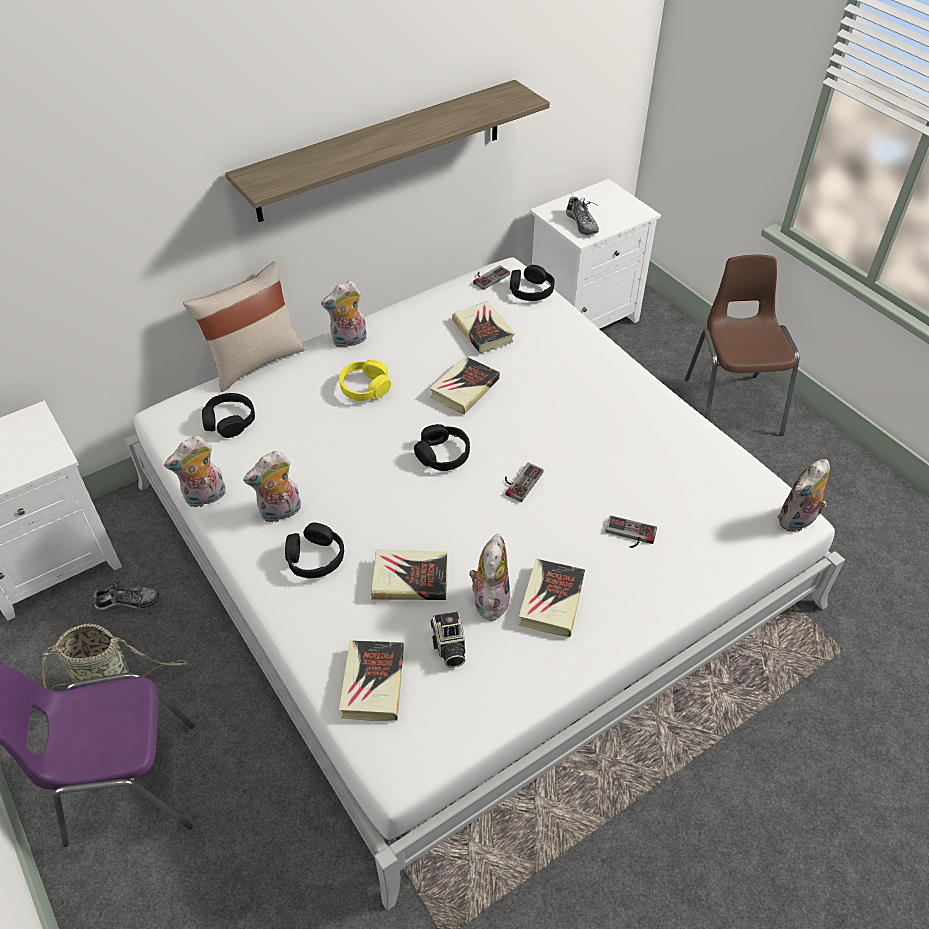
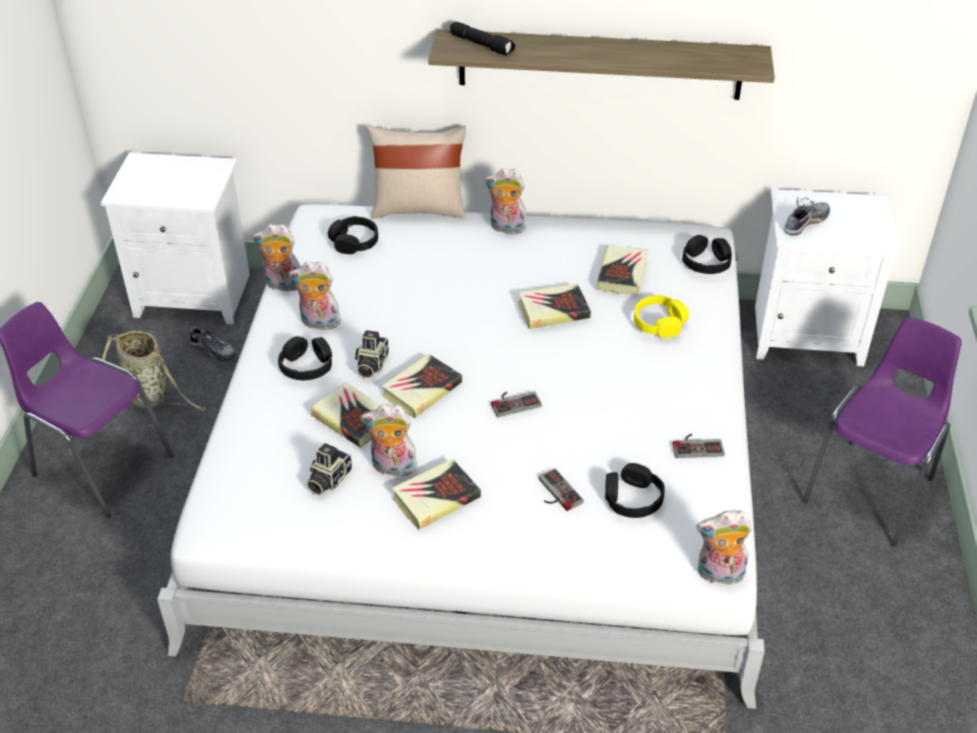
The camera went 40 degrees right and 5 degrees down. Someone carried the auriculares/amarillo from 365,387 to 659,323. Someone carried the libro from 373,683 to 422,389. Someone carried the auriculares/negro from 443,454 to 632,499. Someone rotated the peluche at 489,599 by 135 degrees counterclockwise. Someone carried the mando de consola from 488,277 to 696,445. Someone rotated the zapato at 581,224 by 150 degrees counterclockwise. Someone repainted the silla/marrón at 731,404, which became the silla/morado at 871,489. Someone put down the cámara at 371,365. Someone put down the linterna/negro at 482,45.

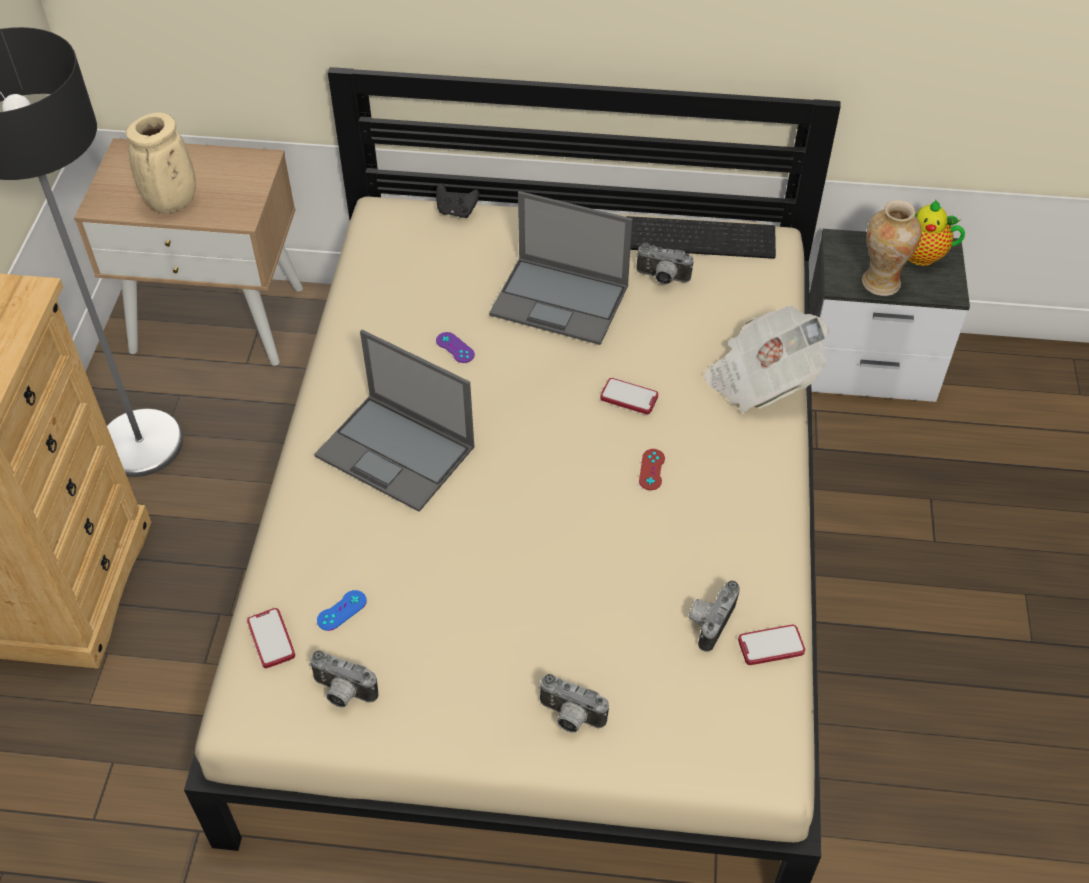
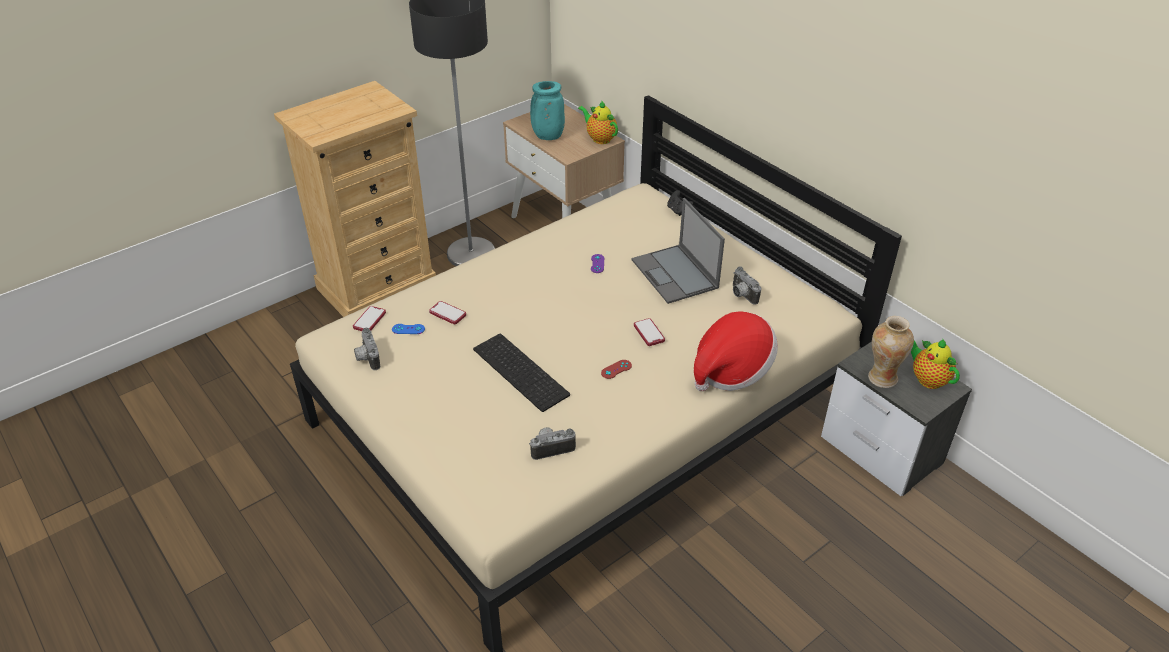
The camera went 45 degrees right and 10 degrees down. Someone repainted the florero/beis at 172,204, which became the florero/turquesa at 547,137. Someone took away the portátil at 397,452. Someone took away the cámara at 569,718. Someone carried the teclado from 701,236 to 523,371. Someone swapped the periódico at 761,379 for the sombrero at 731,370. Someone carried the móvil from 771,646 to 447,313. Someone put down the tetera at 599,138.

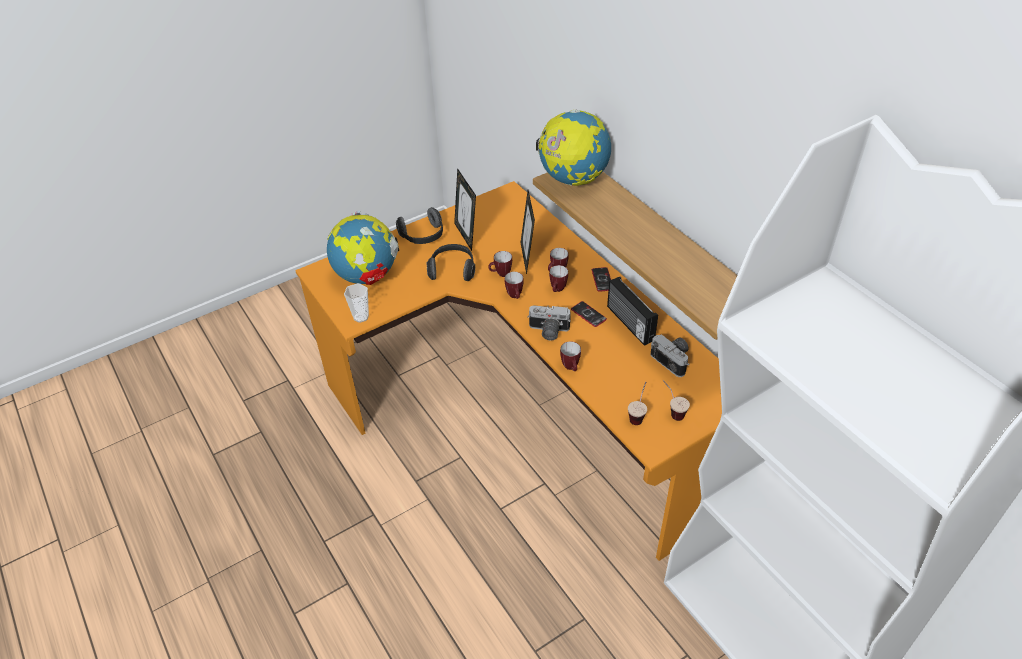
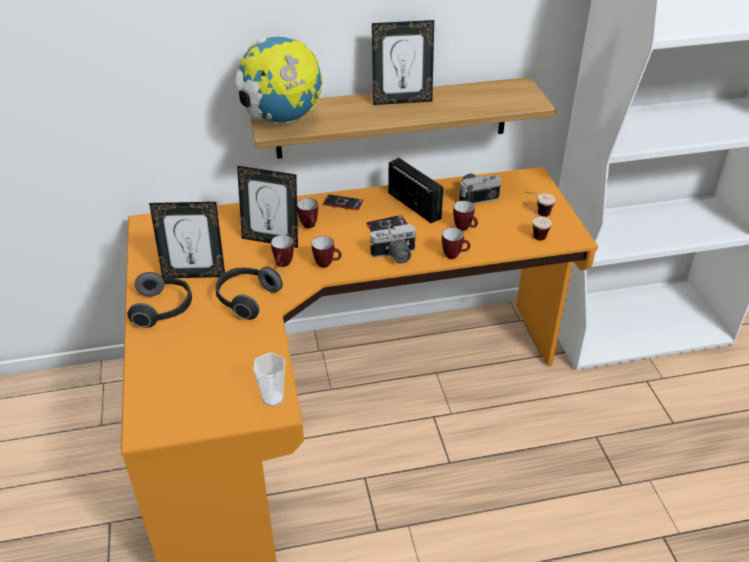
The camera went 70 degrees left and 5 degrees down. Someone took away the globo terráqueo at 367,276. Someone rotated the cámara at 548,331 by 45 degrees clockwise. Someone carried the taza grande from 558,290 to 465,229. Someone rotated the radio at 629,324 by 120 degrees counterclockwise. Someone put down the portarretratos at 402,100.

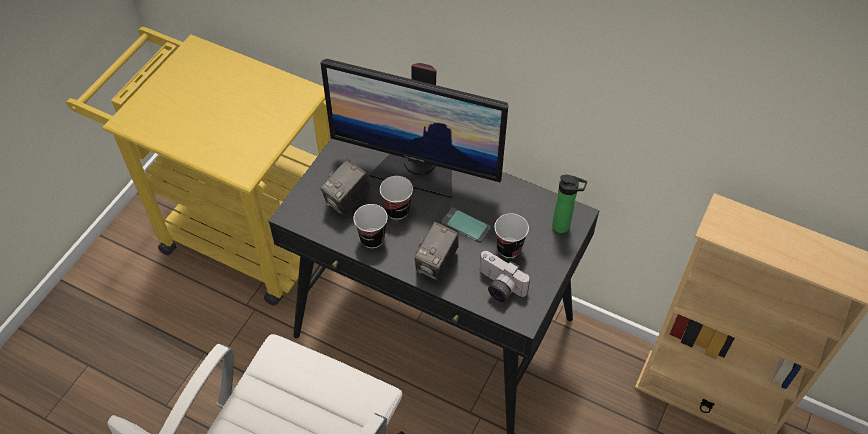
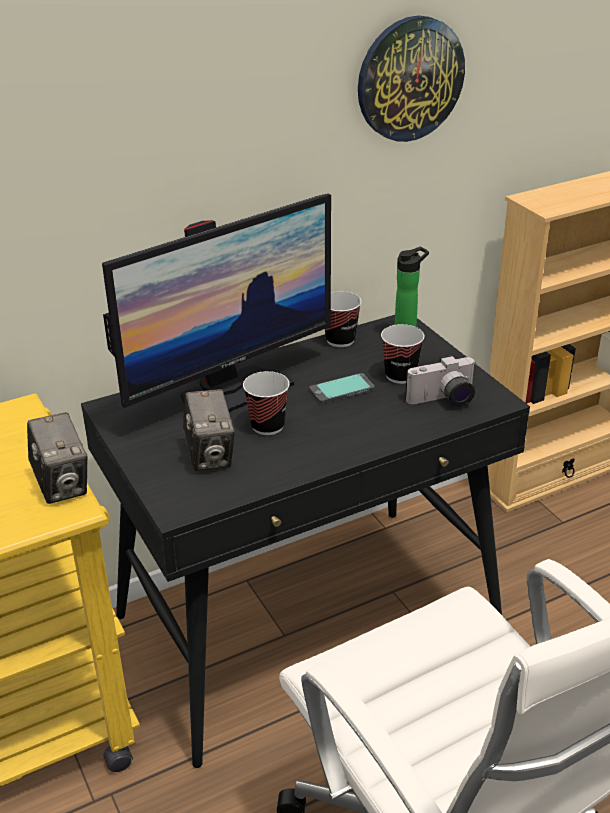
The camera went 55 degrees left and 20 degrees down. Someone carried the taza from 372,238 to 340,340. Someone carried the cámara from 436,264 to 62,485. Someone put up the reloj de pared at 409,79.

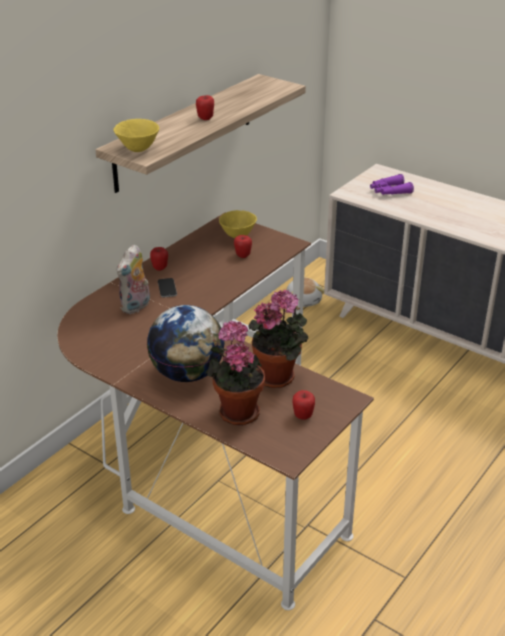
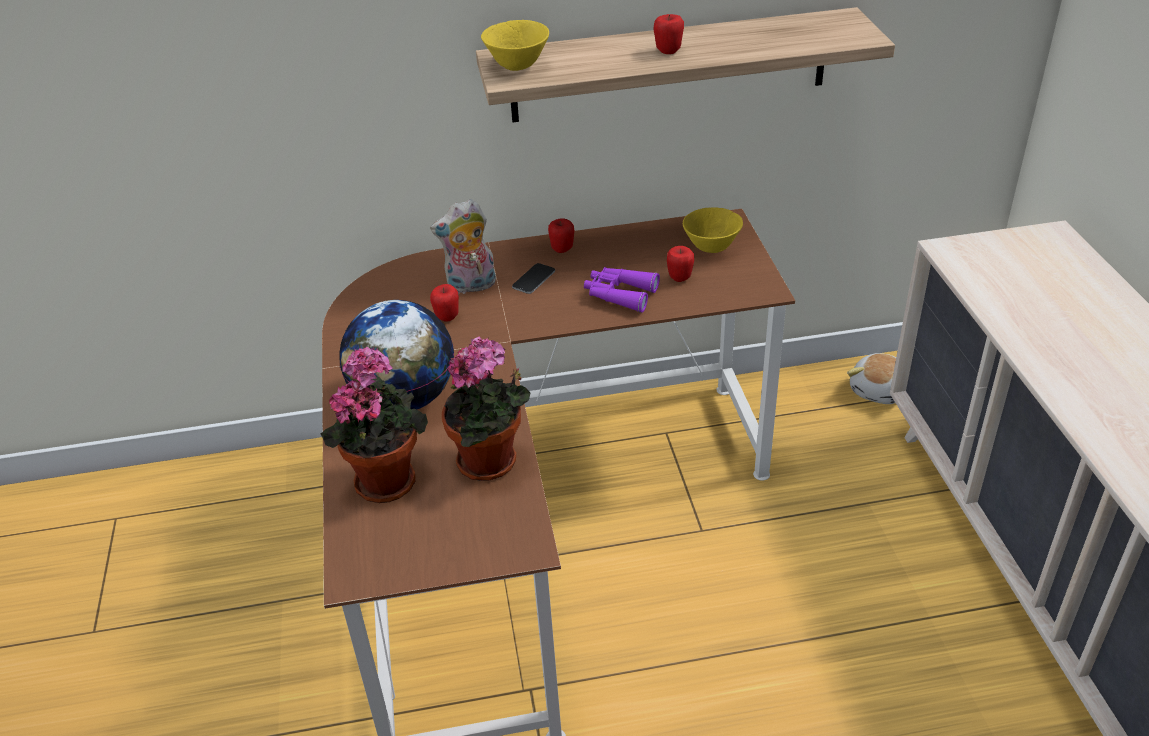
The camera went 45 degrees right and 5 degrees up. Someone carried the manzana from 303,416 to 447,317. Someone carried the prismáticos/morado from 389,191 to 619,294.

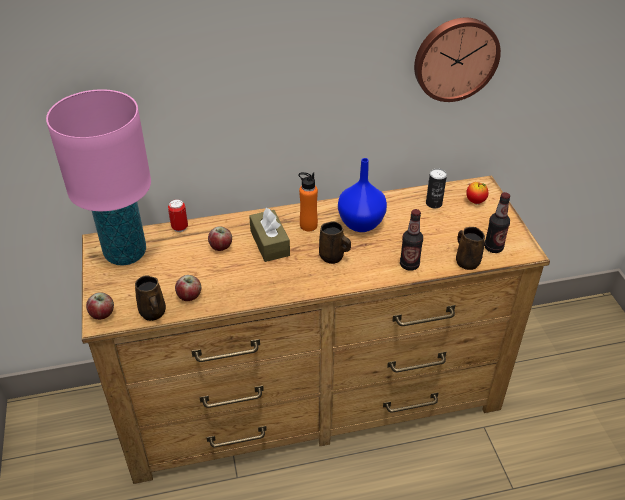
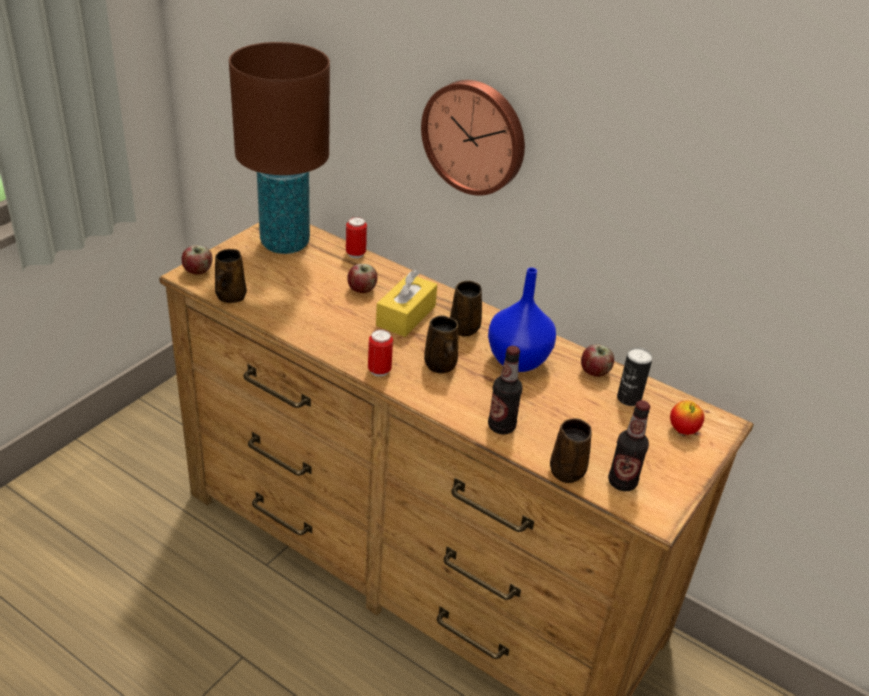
The camera went 45 degrees right and 5 degrees down. Someone repainted the lámpara de mesa/rosa at 125,253, which became the lámpara de mesa/marrón at 284,243. Someone carried the manzana from 190,296 to 595,372. Someone repainted the caja de pañuelos/marrón at 270,243, which became the caja de pañuelos/amarillo at 406,316. Someone swapped the botella/naranja at 308,225 for the taza grande/marrón at 465,327. Someone carried the reloj de pared from 455,58 to 475,136. Someone put down the lata at 379,370.

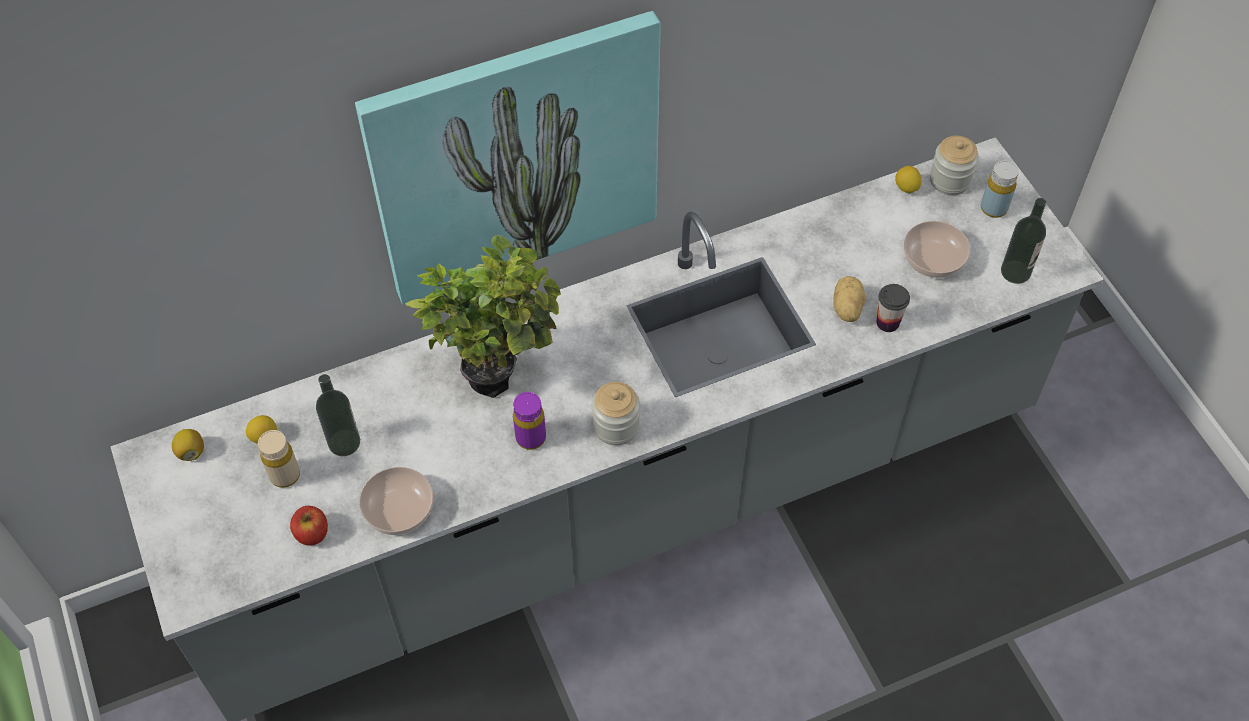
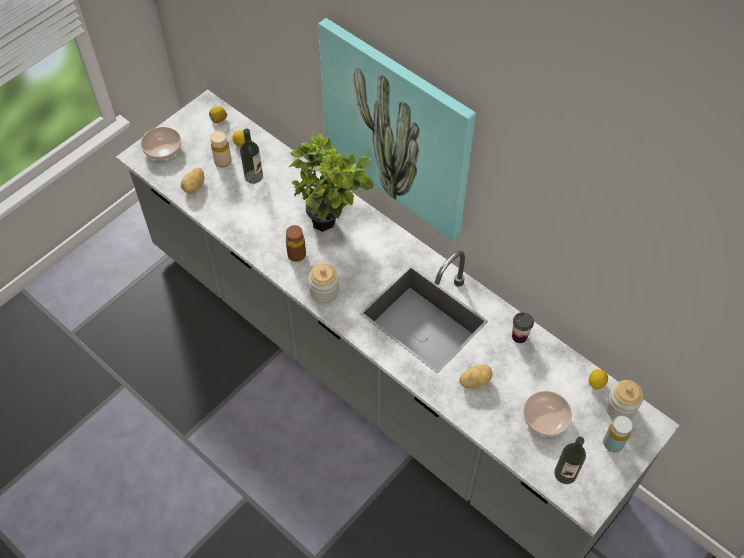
The camera went 65 degrees right and 0 degrees up. Someone swapped the manzana at 312,533 for the patata at 195,187. Someone carried the cuenco from 399,510 to 162,150. Someone repainted the botella/morado at 530,437, which became the botella/marrón at 296,255. Someone carried the taza from 887,322 to 519,336.

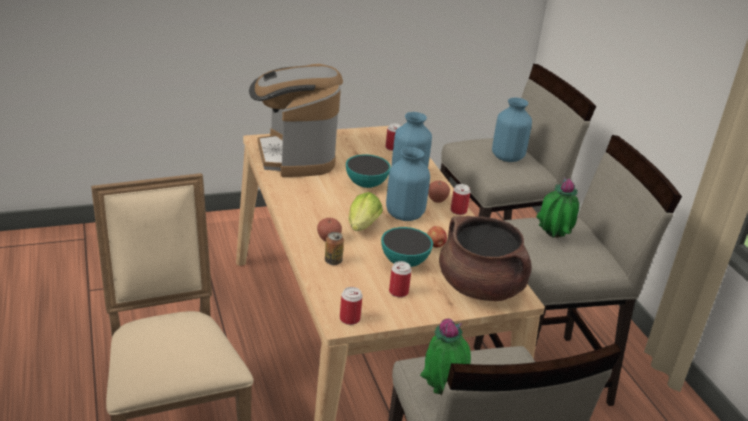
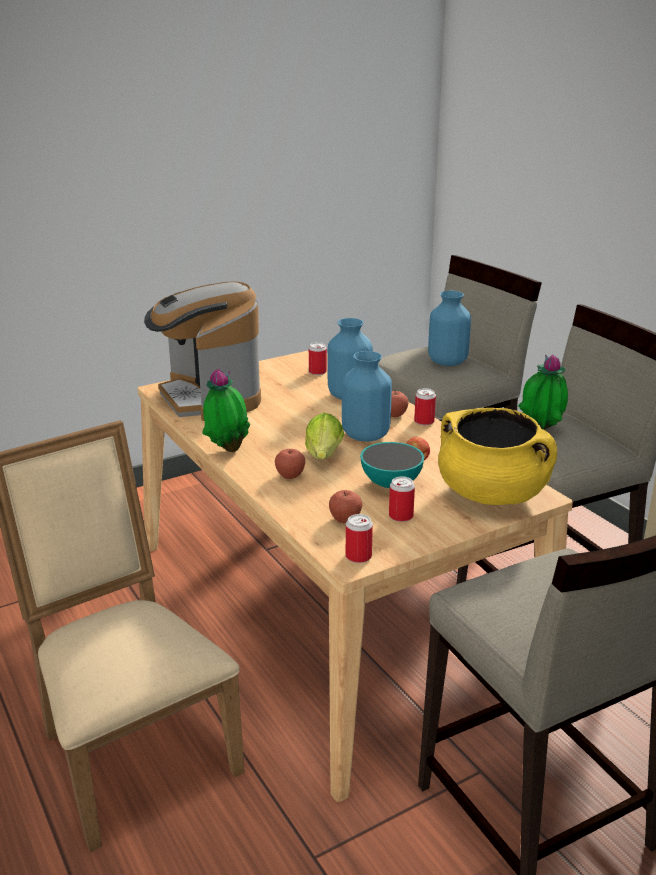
The camera went 10 degrees left and 5 degrees down. Someone took away the lata at 333,261. Someone took away the cuenco at 366,184. Someone carried the planta en maceta from 442,392 to 227,449. Someone repainted the olla/marrón at 481,288, which became the olla/amarillo at 492,494. Someone put down the manzana at 345,519.

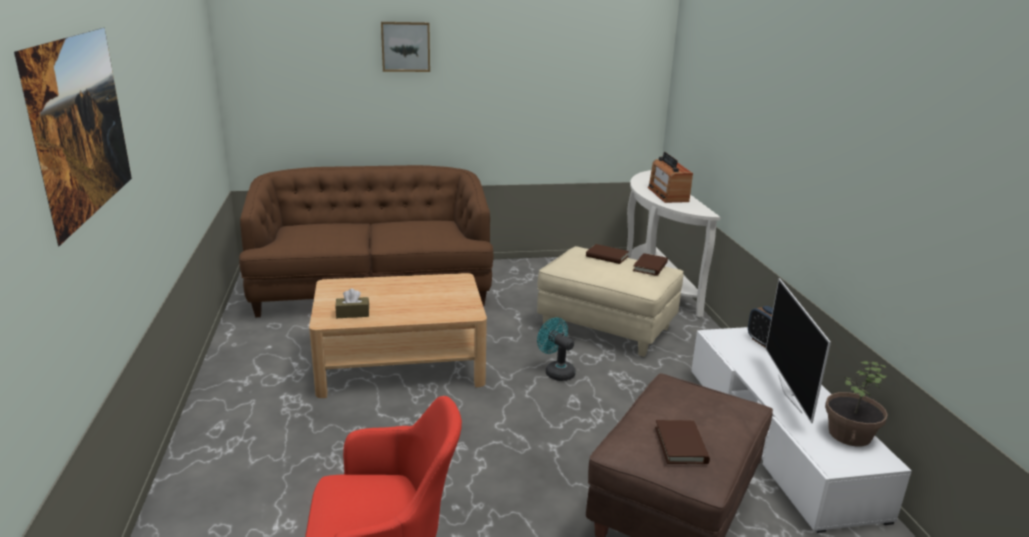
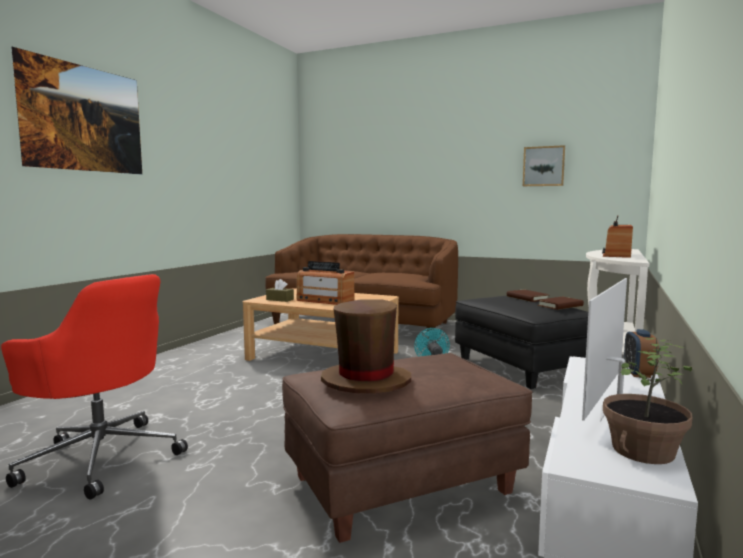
The camera went 35 degrees right and 15 degrees down. Someone carried the cuadro from 405,46 to 543,166. Someone repainted the puf/beis at 606,328, which became the puf/negro at 520,368. Someone swapped the libro/marrón at 681,445 for the sombrero/marrón at 366,381. Someone put down the radio at 325,300.

